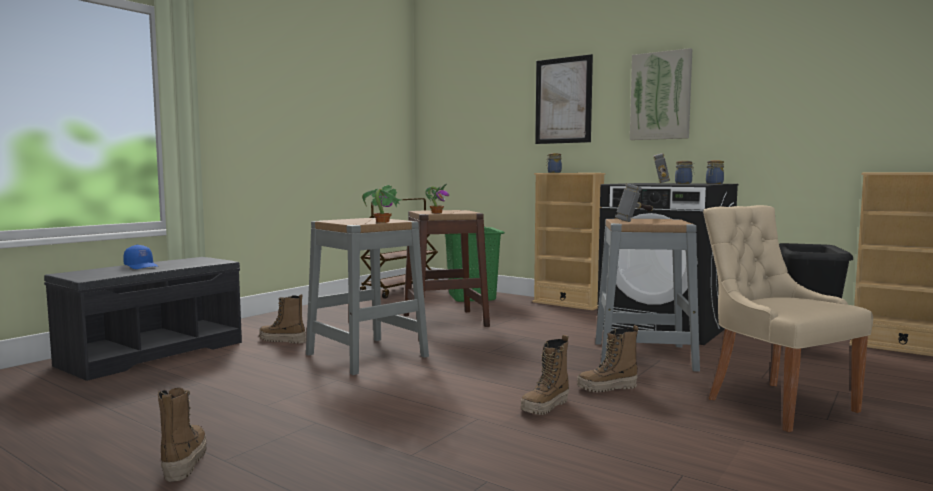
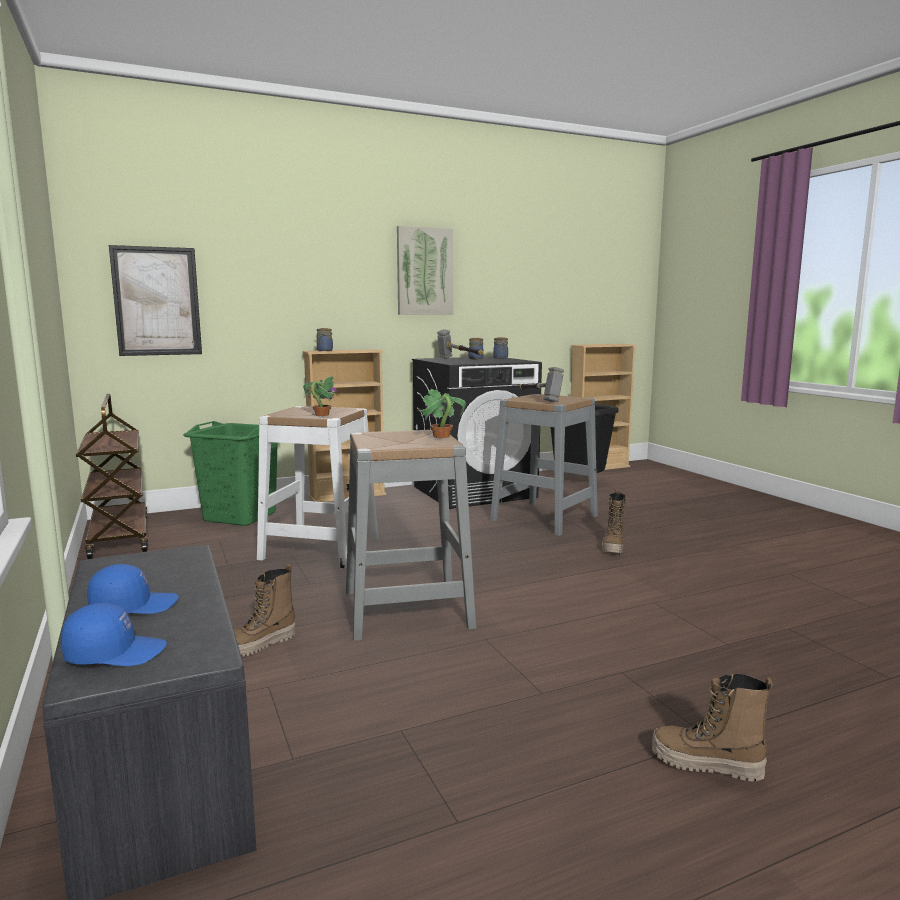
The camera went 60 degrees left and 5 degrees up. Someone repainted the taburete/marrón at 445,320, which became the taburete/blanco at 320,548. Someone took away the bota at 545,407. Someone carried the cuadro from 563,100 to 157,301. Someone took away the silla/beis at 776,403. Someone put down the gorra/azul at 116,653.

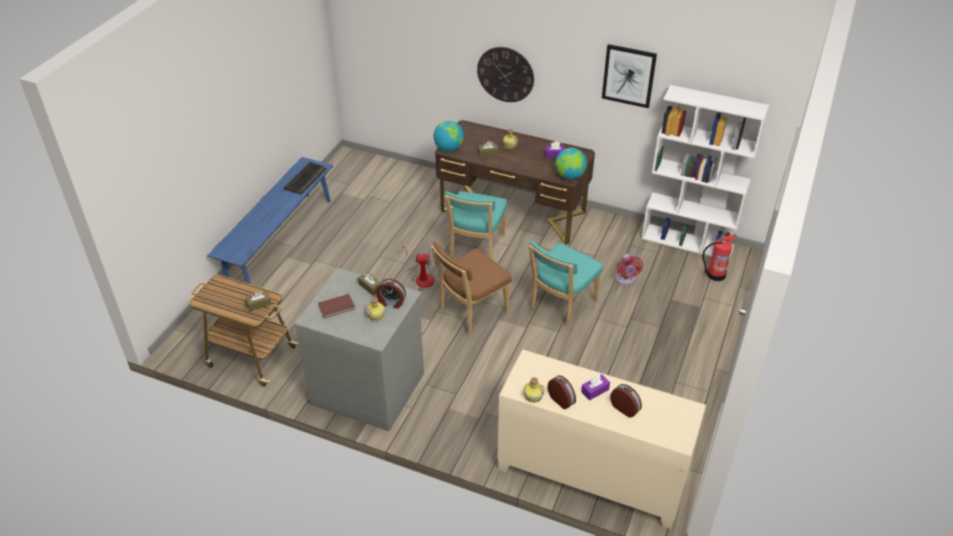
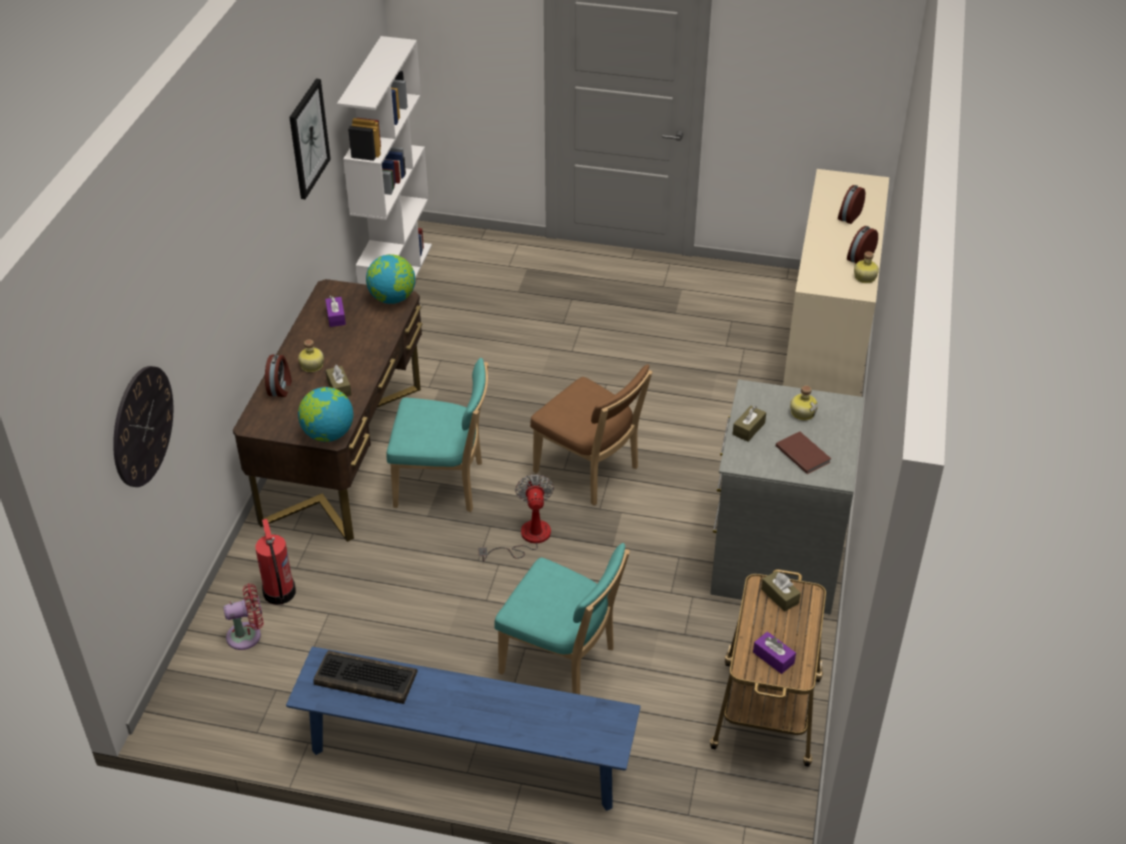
The camera went 100 degrees left and 0 degrees up. Someone carried the despertador from 391,302 to 280,388. Someone carried the reloj de pared from 505,74 to 142,426. Someone carried the silla/turquesa from 561,305 to 562,662. Someone carried the caja de pañuelos/morado from 595,390 to 773,657. Someone carried the ventilador/rojo from 625,280 to 248,635. Someone carried the extintor from 715,274 to 279,593.

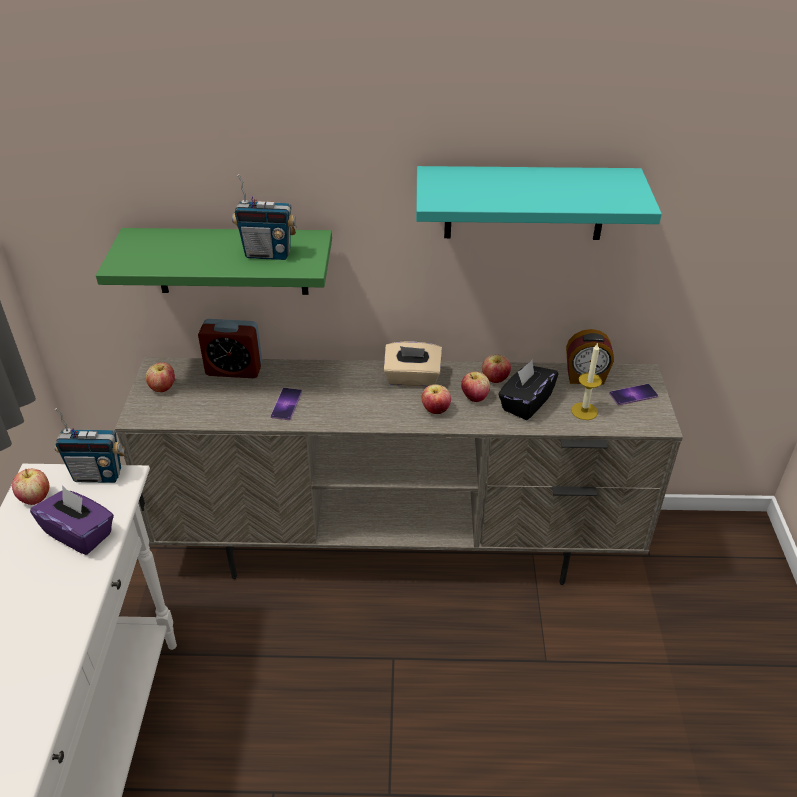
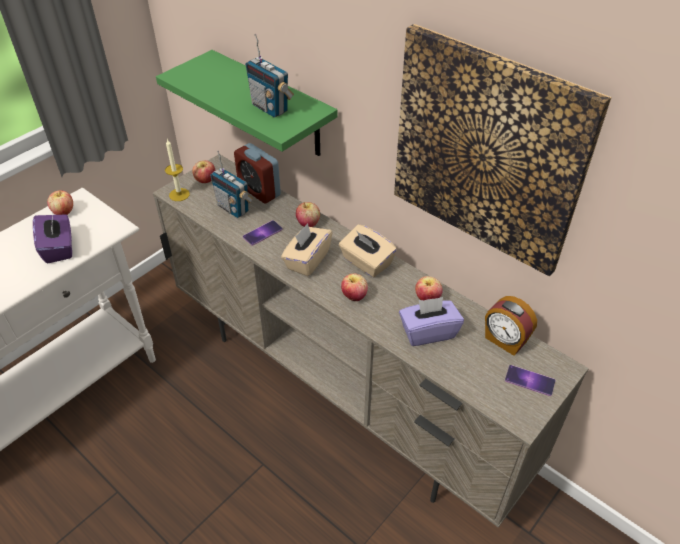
The camera went 40 degrees right and 5 degrees up. Someone carried the radio from 98,475 to 233,208. Someone swapped the estante/turquesa at 525,203 for the cuadro at 487,151. Someone carried the manzana from 474,397 to 308,223. Someone repainted the caja de pañuelos/negro at 525,403, which became the caja de pañuelos/morado at 428,332. Someone carried the vela from 584,411 to 179,194. Someone put down the caja de pañuelos/beis at 307,260.

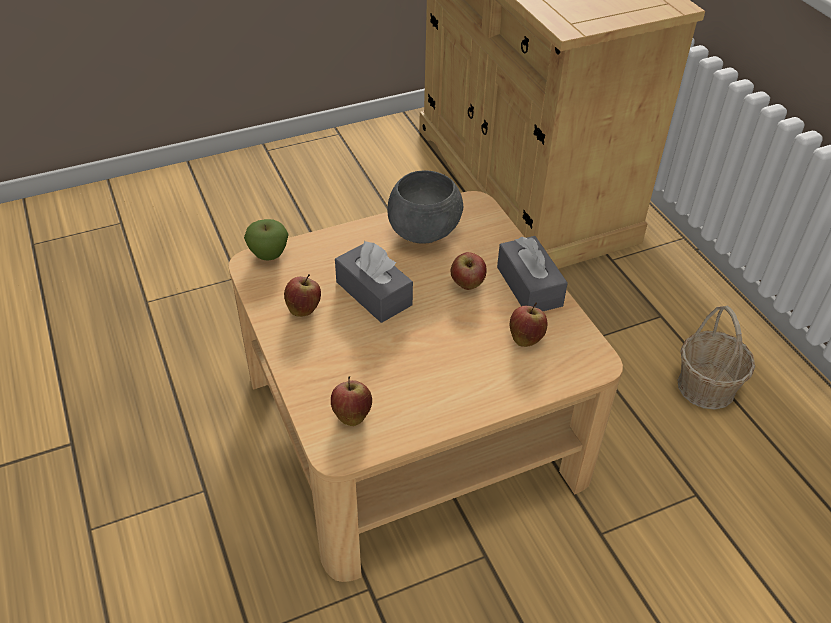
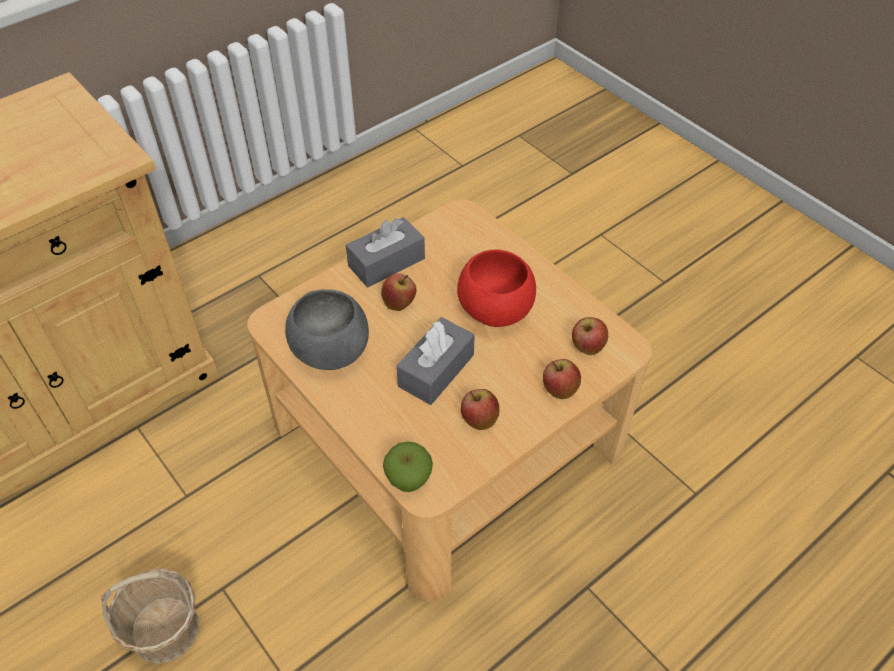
The camera went 105 degrees left and 5 degrees up. Someone carried the manzana from 526,338 to 559,390. Someone carried the cesta from 706,386 to 164,629. Someone put down the cuenco/rojo at 494,312.

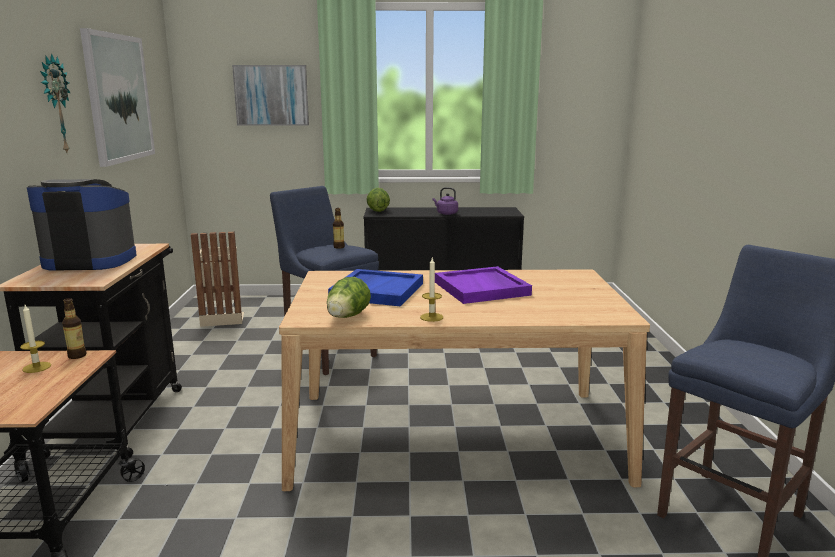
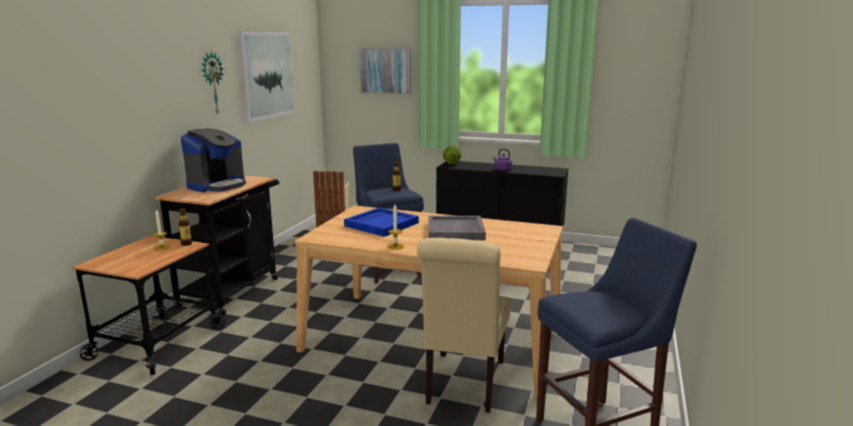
The camera went 20 degrees right and 0 degrees up. Someone rotated the cafetera at 90,261 by 105 degrees clockwise. Someone took away the lechuga at 347,317. Someone repainted the bandeja/morado at 482,288, which became the bandeja/gris at 456,231. Someone put down the silla/beis at 463,385.

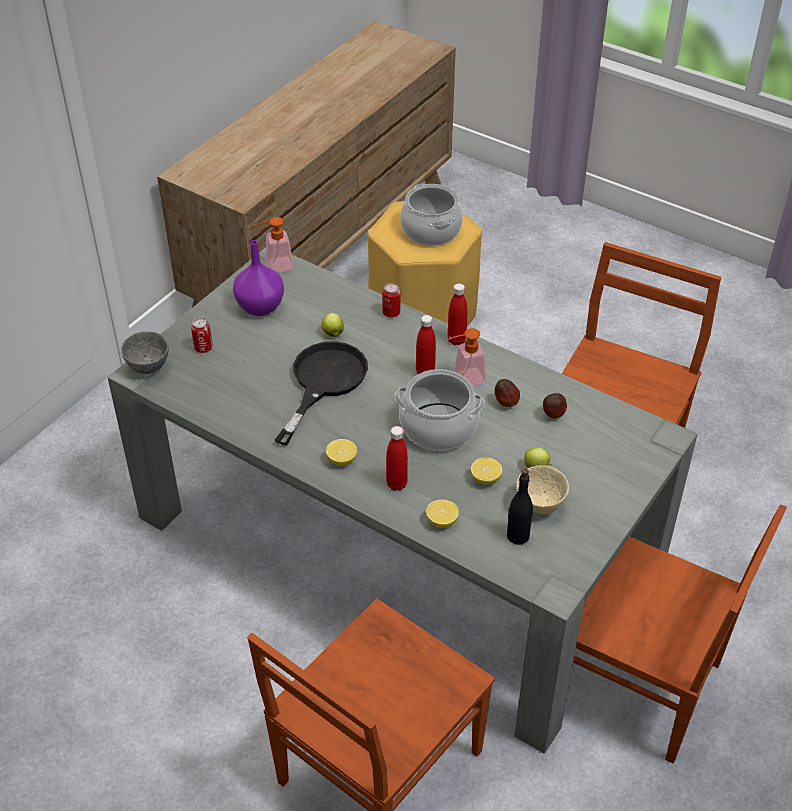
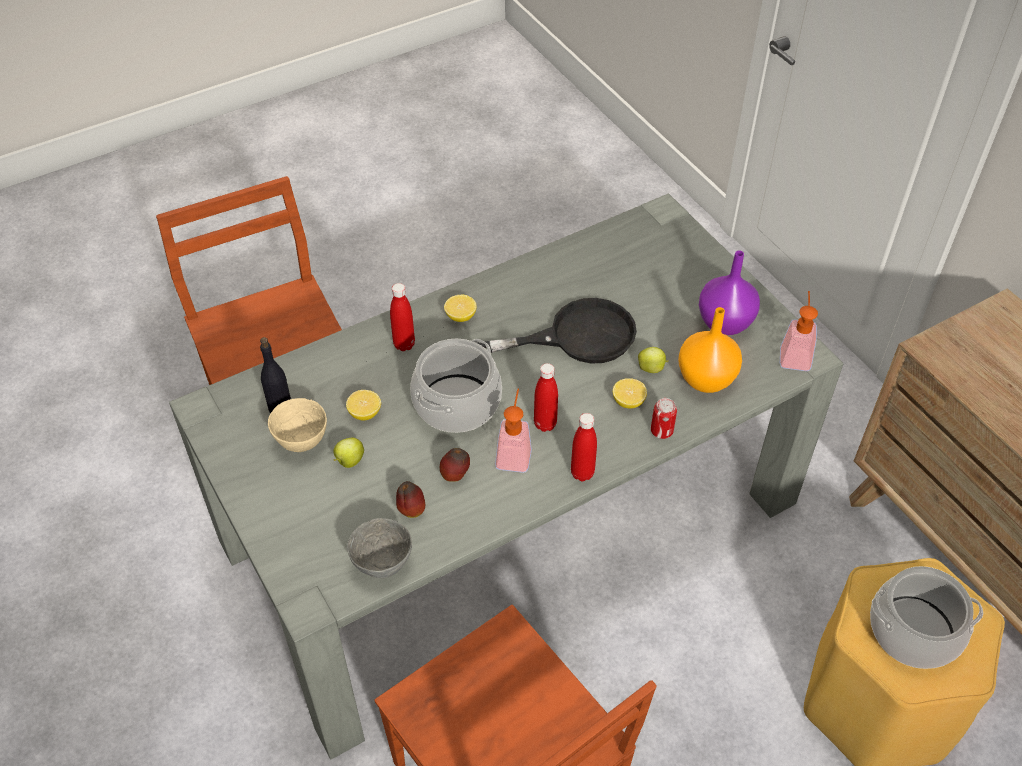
The camera went 115 degrees right and 5 degrees up. Someone carried the cuenco/gris from 149,367 to 383,565. Someone took away the lata at 203,348. Someone rotated the sartén/negro at 323,382 by 60 degrees counterclockwise. Someone carried the limón from 442,521 to 628,401. Someone took away the silla/marrón at 632,682. Someone put down the florero/naranja at 706,380.

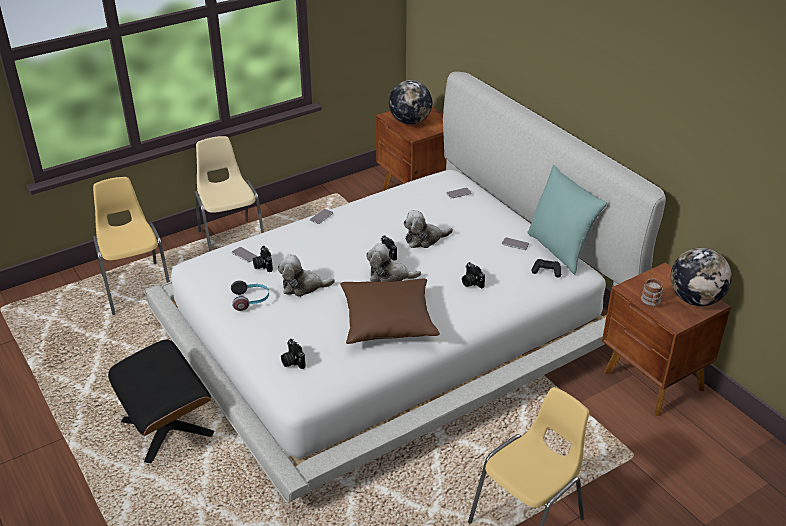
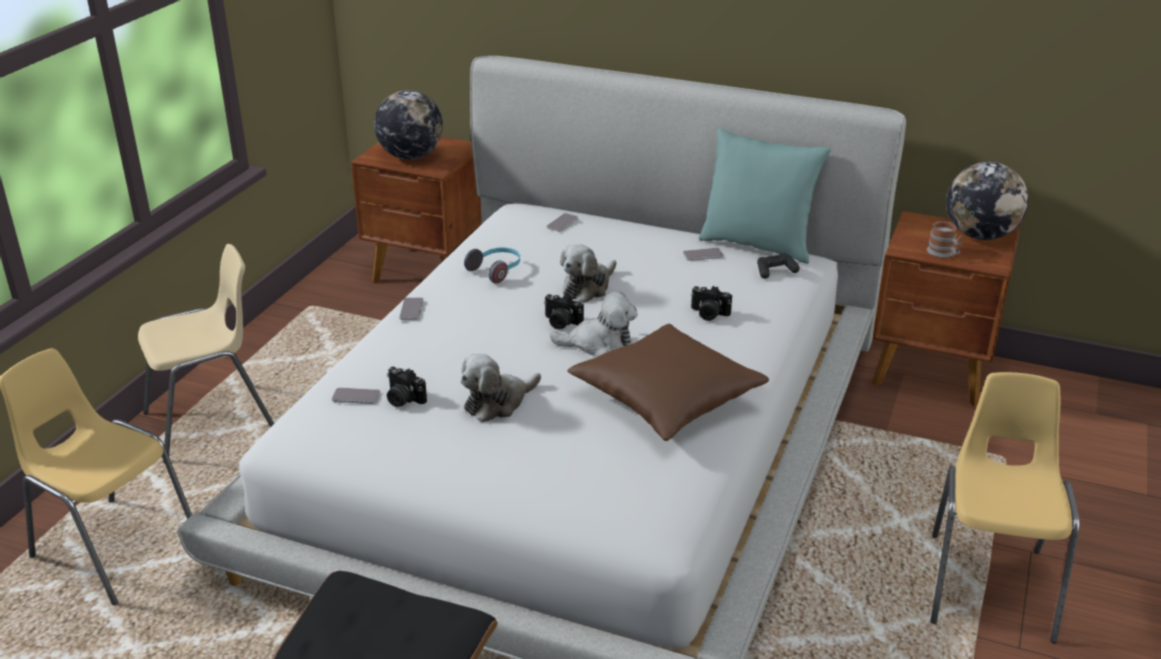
The camera went 35 degrees left and 5 degrees down. Someone rotated the silla/beis at 231,241 by 120 degrees clockwise. Someone carried the auriculares from 251,300 to 496,271. Someone took away the cámara at 292,361. Someone rotated the peluche at 389,276 by 150 degrees counterclockwise.

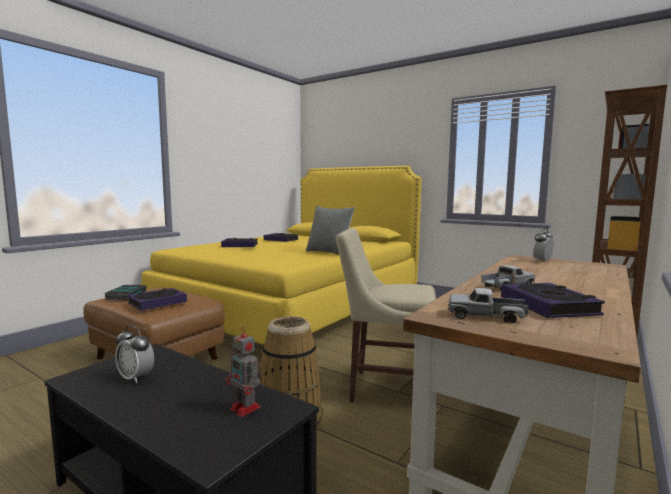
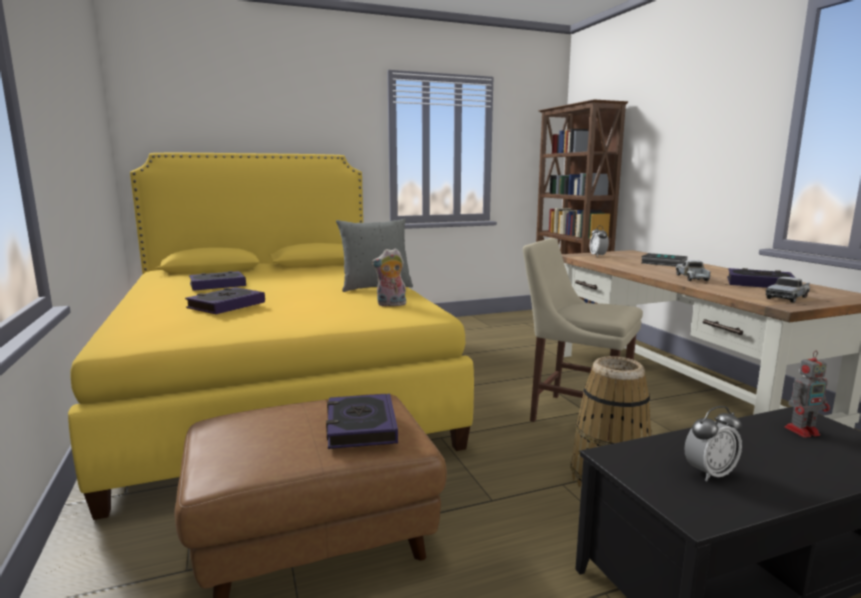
The camera went 55 degrees left and 5 degrees up. Someone carried the libro from 125,295 to 663,263. Someone rotated the silla/beis at 384,388 by 75 degrees clockwise. Someone put down the peluche at 390,305.

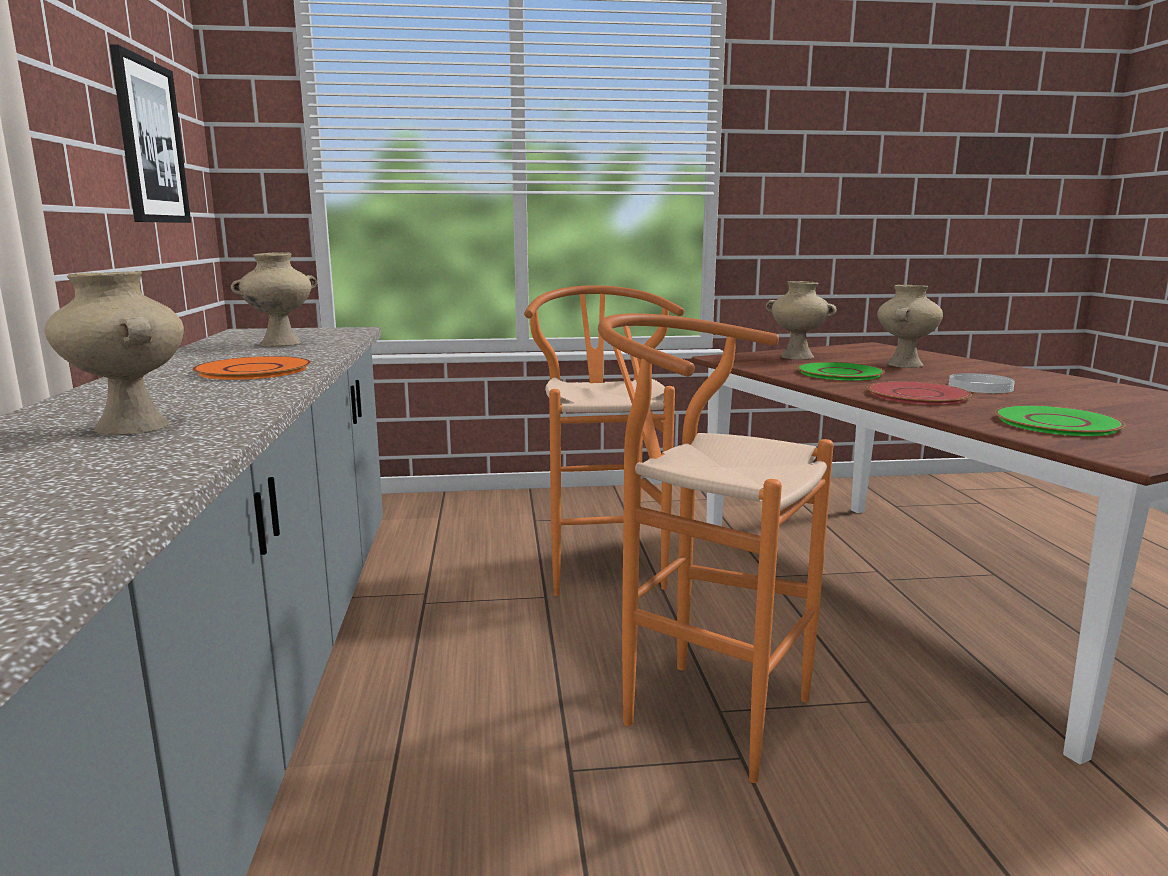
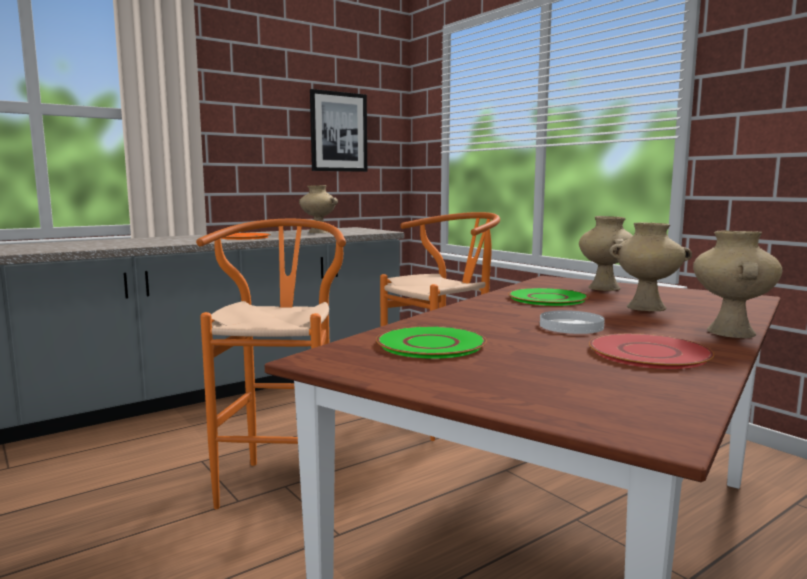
The camera went 60 degrees right and 5 degrees down. Someone carried the florero/beis from 130,427 to 729,332. Someone carried the plato/rojo from 917,395 to 649,353.

